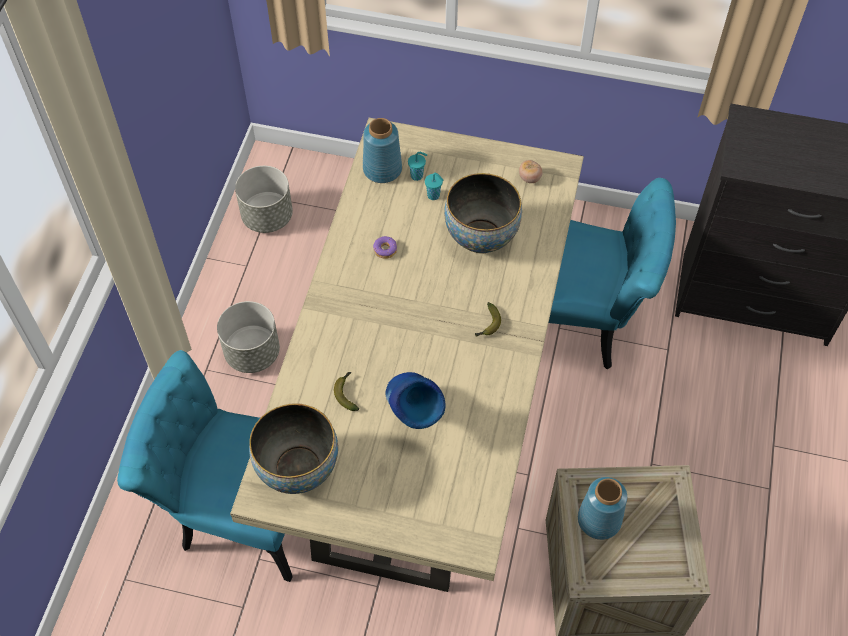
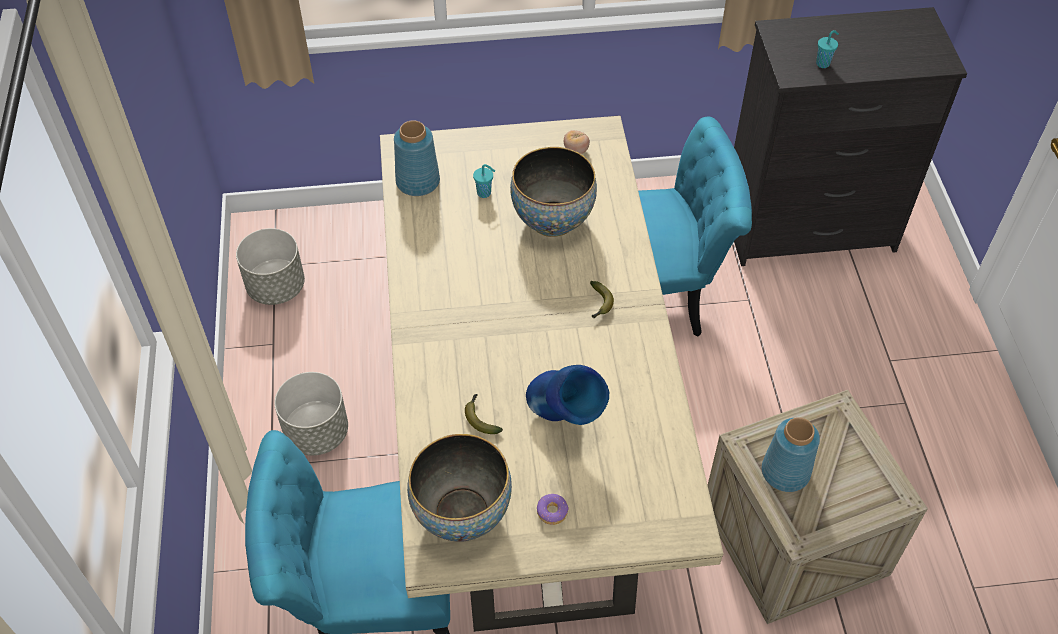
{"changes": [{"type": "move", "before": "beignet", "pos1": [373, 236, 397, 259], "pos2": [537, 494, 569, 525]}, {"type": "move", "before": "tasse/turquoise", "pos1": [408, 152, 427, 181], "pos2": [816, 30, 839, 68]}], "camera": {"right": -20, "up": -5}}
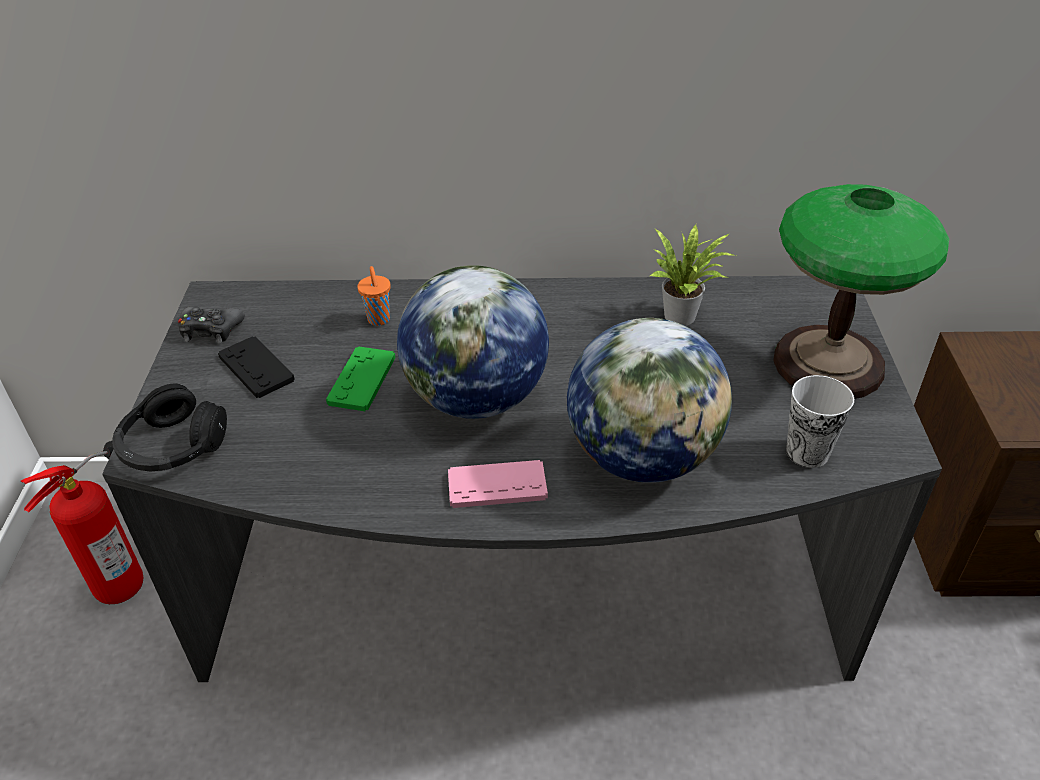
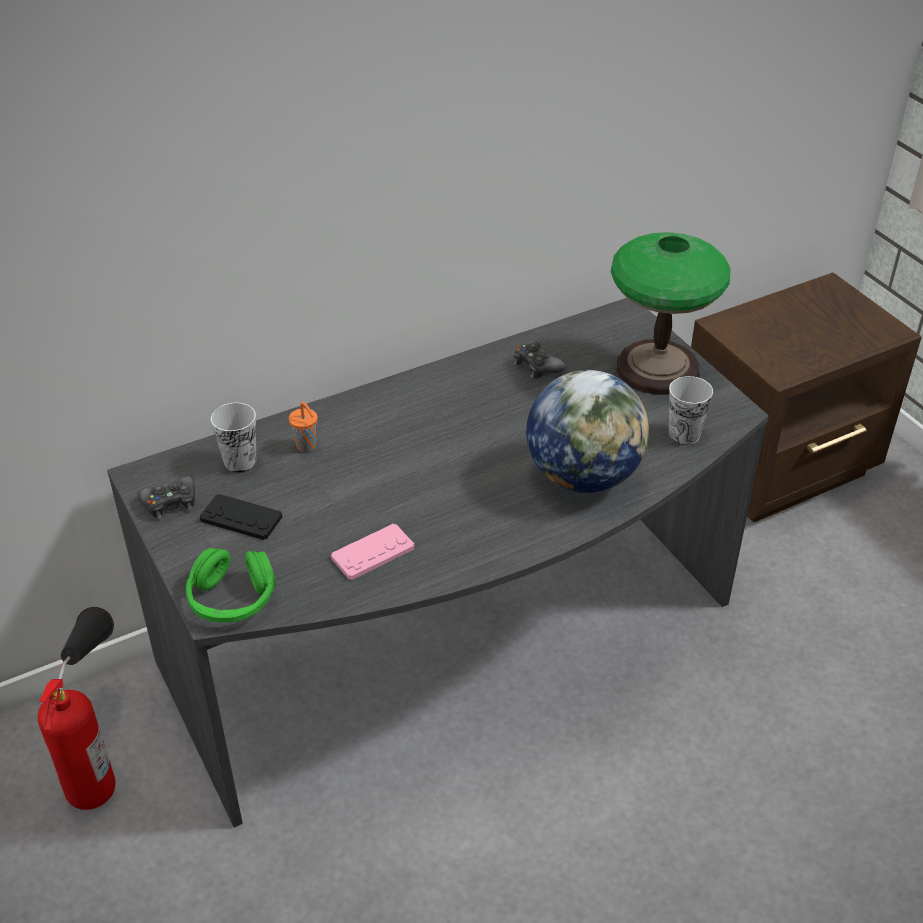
{"changes": [{"type": "recolor", "before": "casque audio/noir", "after": "casque audio/vert", "pos1": [112, 384, 227, 471], "pos2": [186, 548, 276, 623]}, {"type": "delete", "before": "manette/vert", "pos1": [326, 346, 395, 411]}, {"type": "delete", "before": "globe", "pos1": [397, 265, 549, 419]}, {"type": "move", "before": "manette/rose", "pos1": [448, 460, 548, 508], "pos2": [331, 524, 415, 580]}, {"type": "replace", "before": "plante en pot", "after": "manette/noir", "pos1": [650, 225, 736, 326], "pos2": [514, 341, 566, 379]}, {"type": "insert", "after": "tasse", "pos2": [211, 403, 256, 473]}], "camera": {"right": -30, "up": 0}}
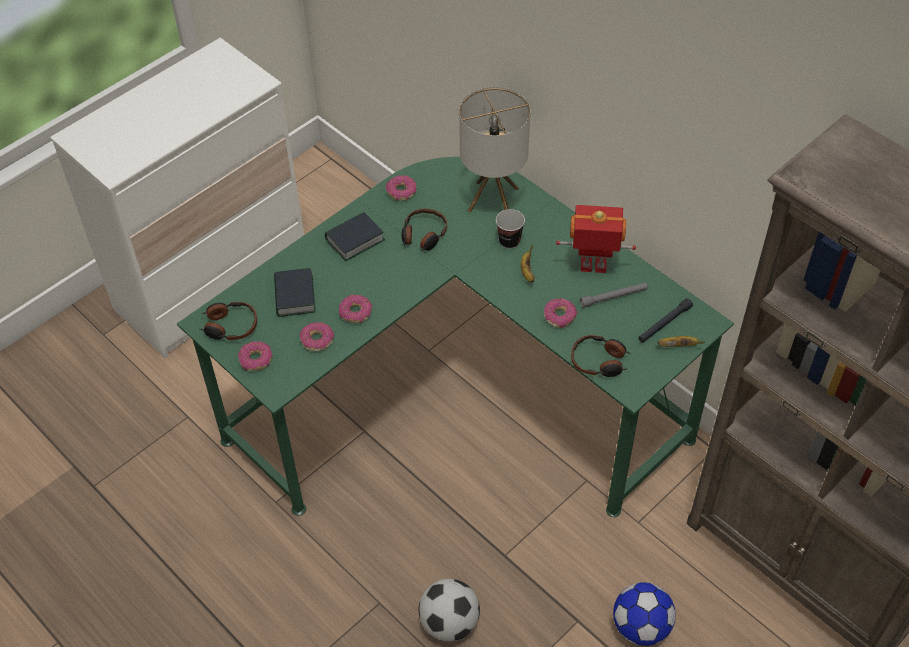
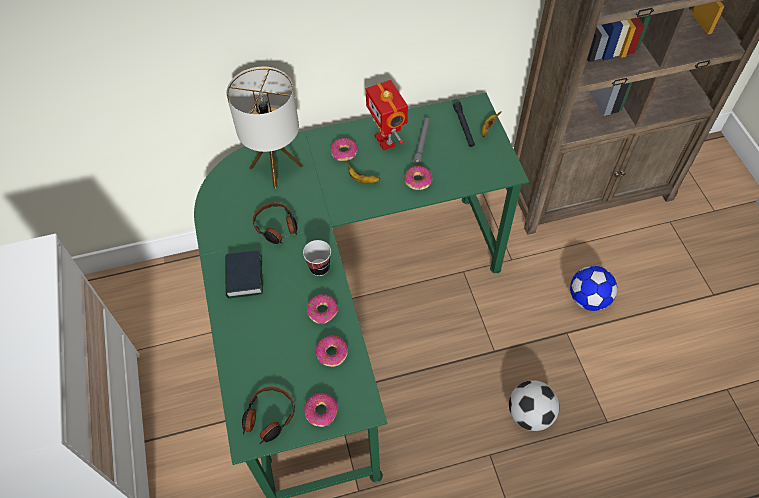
{"changes": [{"type": "delete", "before": "livre", "pos1": [274, 268, 316, 317]}, {"type": "move", "before": "beignet", "pos1": [386, 175, 416, 201], "pos2": [330, 138, 358, 161]}, {"type": "move", "before": "tasse", "pos1": [496, 209, 525, 249], "pos2": [303, 240, 331, 276]}, {"type": "rotate", "before": "robot jouet", "pos1": [556, 205, 636, 273], "pos2": [366, 80, 408, 151], "turn": -60}, {"type": "delete", "before": "casque audio", "pos1": [571, 335, 631, 377]}], "camera": {"right": -60, "up": 5}}
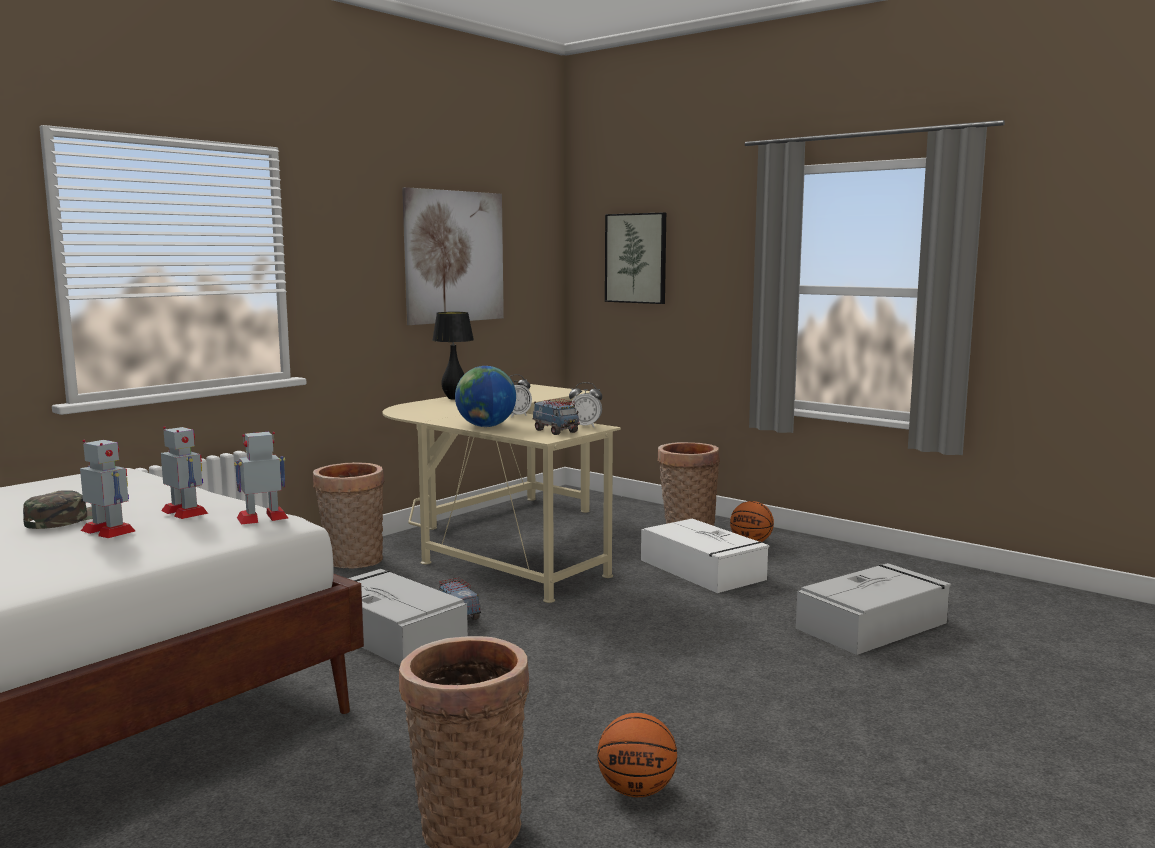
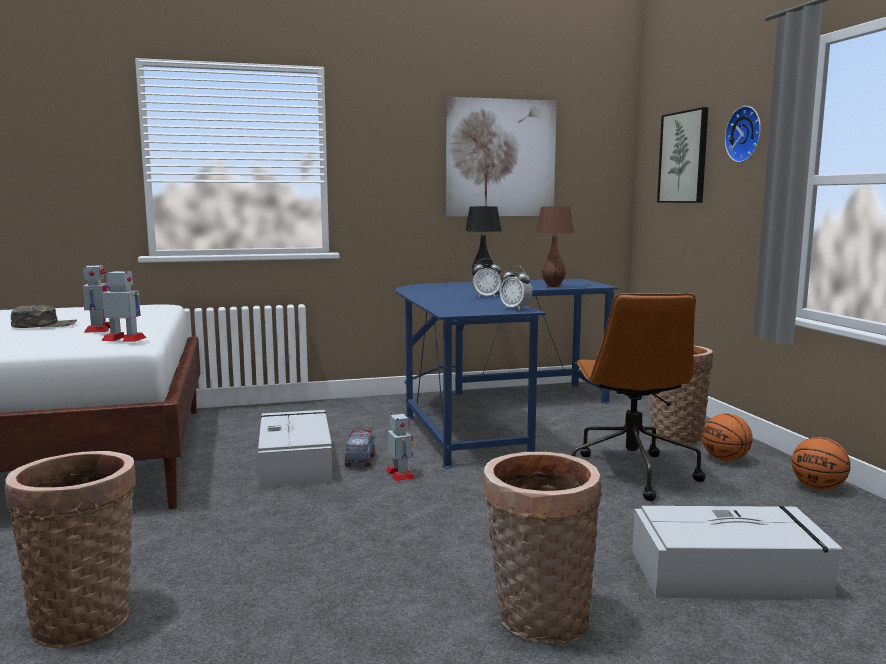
{"changes": [{"type": "move", "before": "robot jouet", "pos1": [80, 440, 135, 538], "pos2": [386, 413, 414, 481]}, {"type": "move", "before": "panier", "pos1": [313, 462, 384, 569], "pos2": [483, 452, 602, 643]}, {"type": "recolor", "before": "bureau/beige", "after": "bureau/bleu", "pos1": [382, 384, 621, 603], "pos2": [395, 279, 619, 468]}, {"type": "delete", "before": "globe", "pos1": [455, 366, 516, 427]}, {"type": "delete", "before": "camion jouet", "pos1": [533, 399, 580, 435]}, {"type": "move", "before": "ballon de basket", "pos1": [597, 713, 677, 797], "pos2": [792, 437, 851, 490]}, {"type": "replace", "before": "boîte de rangement/blanc", "after": "chaise de bureau/marron", "pos1": [641, 519, 769, 593], "pos2": [572, 293, 706, 501]}, {"type": "insert", "after": "lampe de table/marron", "pos2": [536, 207, 574, 287]}, {"type": "insert", "after": "horloge murale", "pos2": [725, 106, 761, 162]}], "camera": {"right": 35, "up": 0}}
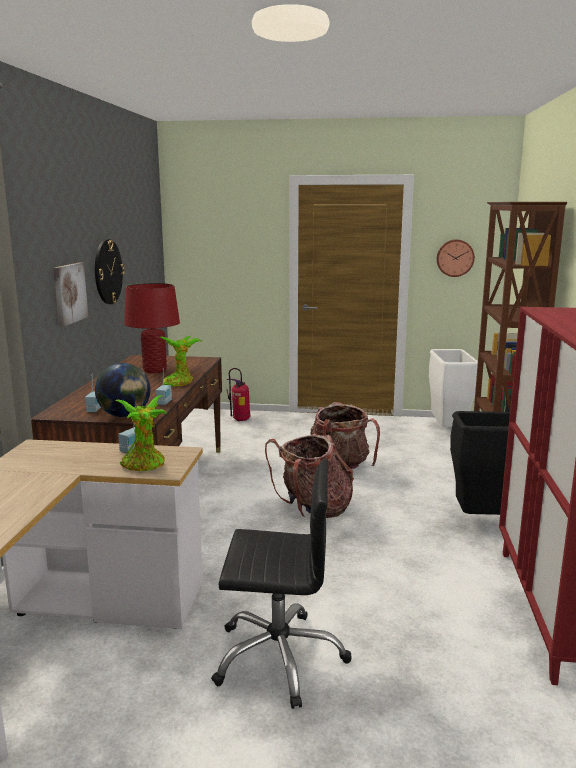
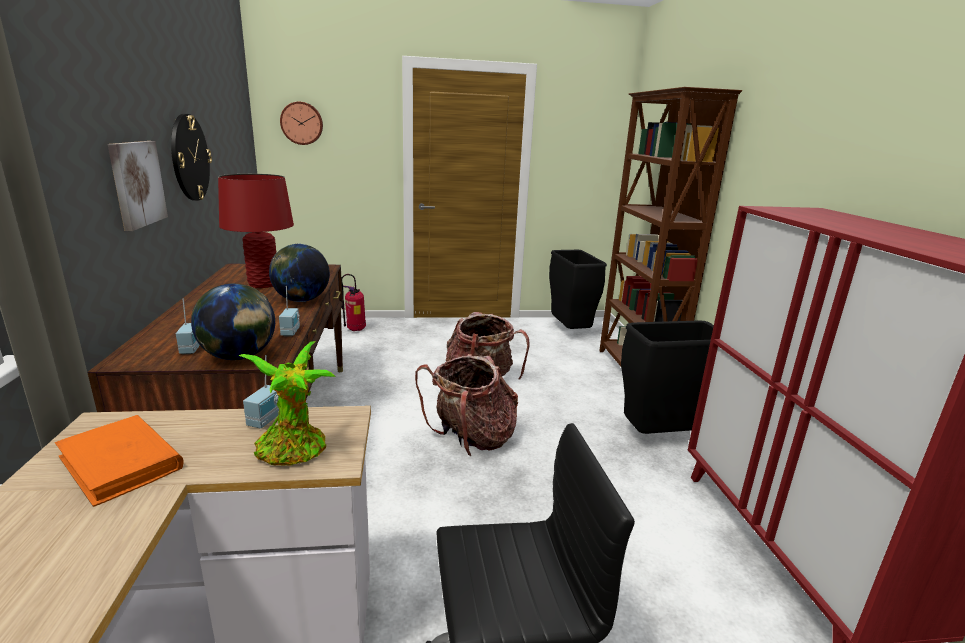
{"changes": [{"type": "replace", "before": "plante en pot", "after": "globe", "pos1": [160, 336, 202, 386], "pos2": [269, 243, 330, 302]}, {"type": "recolor", "before": "poubelle/blanc", "after": "poubelle/noir", "pos1": [429, 349, 478, 427], "pos2": [549, 250, 607, 329]}, {"type": "move", "before": "horloge murale", "pos1": [437, 239, 475, 277], "pos2": [280, 102, 323, 145]}, {"type": "insert", "after": "livre/orange", "pos2": [55, 415, 183, 507]}], "camera": {"right": -15, "up": 5}}
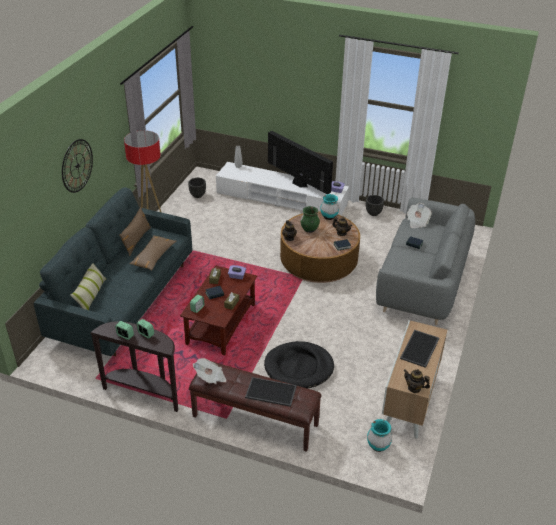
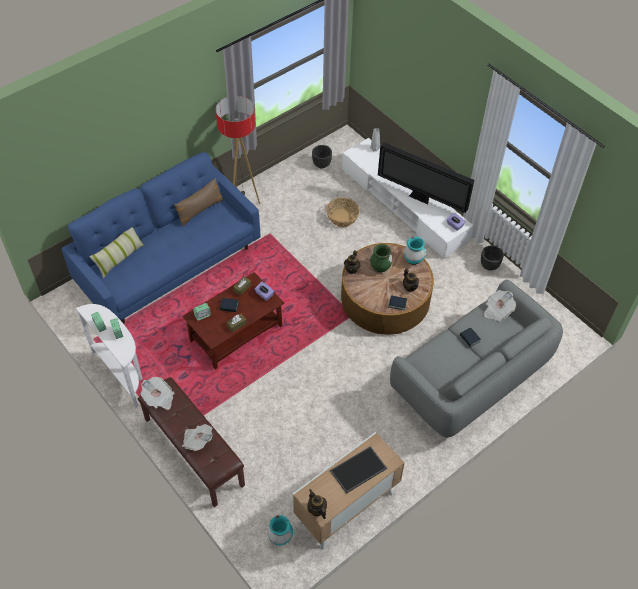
{"changes": [{"type": "recolor", "before": "canapé/gris", "after": "canapé/bleu", "pos1": [33, 187, 192, 356], "pos2": [61, 152, 261, 323]}, {"type": "delete", "before": "horloge murale", "pos1": [62, 139, 93, 193]}, {"type": "recolor", "before": "table console/marron", "after": "table console/blanc", "pos1": [90, 321, 178, 412], "pos2": [76, 304, 142, 408]}, {"type": "delete", "before": "coussin/marron", "pos1": [129, 235, 176, 271]}, {"type": "replace", "before": "plateau", "after": "journal", "pos1": [245, 377, 297, 407], "pos2": [182, 424, 212, 451]}, {"type": "delete", "before": "panier pour chien/noir", "pos1": [264, 341, 334, 389]}, {"type": "rotate", "before": "téléviseur", "pos1": [268, 131, 333, 194], "pos2": [378, 142, 474, 213], "turn": 135}, {"type": "insert", "after": "panier", "pos2": [326, 198, 360, 227]}], "camera": {"right": 30, "up": 15}}
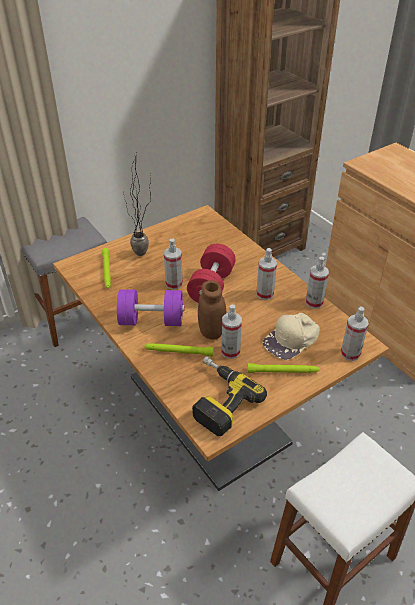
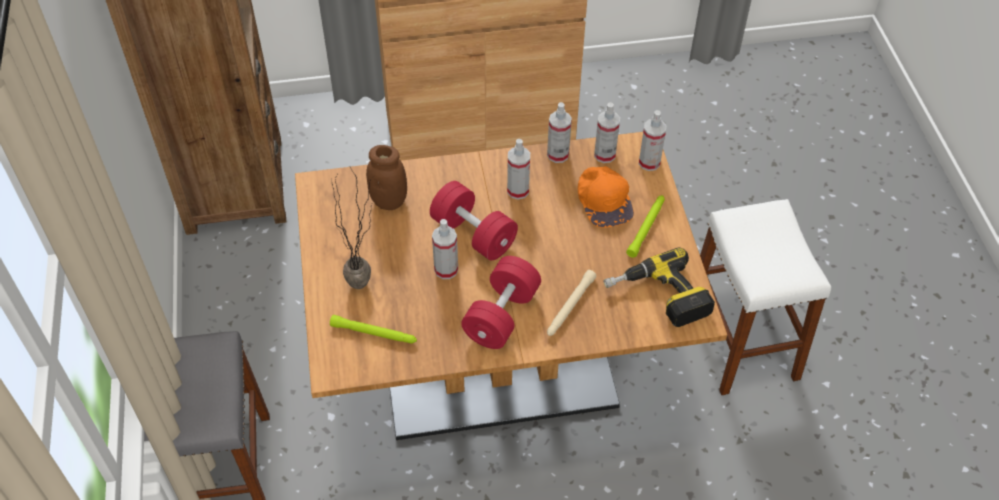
{"changes": [{"type": "recolor", "before": "haltère/violet", "after": "haltère/rouge", "pos1": [117, 289, 185, 326], "pos2": [461, 256, 541, 349]}, {"type": "recolor", "before": "lampe de poche/vert", "after": "lampe de poche/beige", "pos1": [144, 343, 214, 356], "pos2": [547, 270, 596, 336]}, {"type": "move", "before": "bocal/marron", "pos1": [198, 280, 227, 339], "pos2": [366, 145, 407, 210]}, {"type": "move", "before": "vaporisateur", "pos1": [221, 305, 242, 359], "pos2": [594, 102, 620, 163]}, {"type": "recolor", "before": "casquette/beige", "after": "casquette/orange", "pos1": [263, 313, 320, 360], "pos2": [578, 166, 634, 228]}], "camera": {"right": -65, "up": 10}}
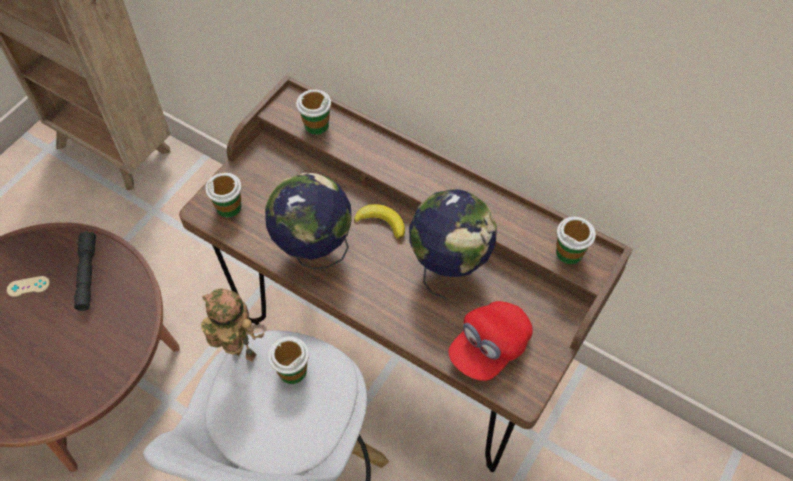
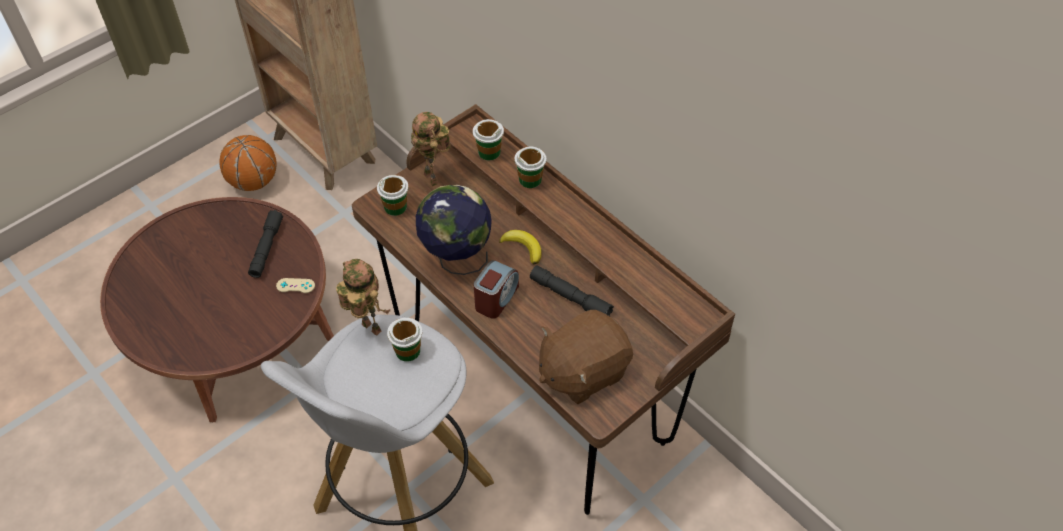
{"changes": [{"type": "move", "before": "manette/beige", "pos1": [7, 276, 50, 297], "pos2": [276, 278, 315, 293]}, {"type": "replace", "before": "globe", "after": "lampe de poche/noir", "pos1": [409, 189, 497, 299], "pos2": [530, 265, 614, 316]}, {"type": "replace", "before": "casquette/rouge", "after": "peluche/marron", "pos1": [449, 301, 533, 381], "pos2": [539, 310, 633, 404]}, {"type": "move", "before": "tasse", "pos1": [556, 217, 596, 264], "pos2": [515, 146, 546, 188]}, {"type": "insert", "after": "ballon de basket", "pos2": [219, 135, 276, 191]}, {"type": "insert", "after": "robot jouet", "pos2": [410, 112, 450, 186]}, {"type": "insert", "after": "réveil", "pos2": [473, 260, 519, 319]}], "camera": {"right": 15, "up": -5}}
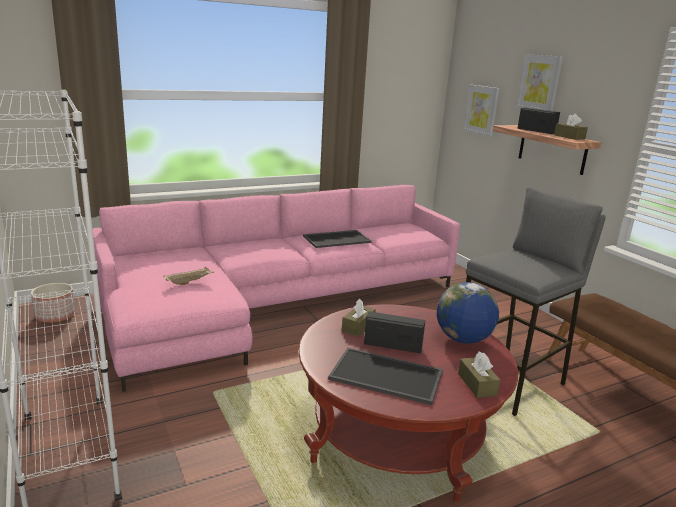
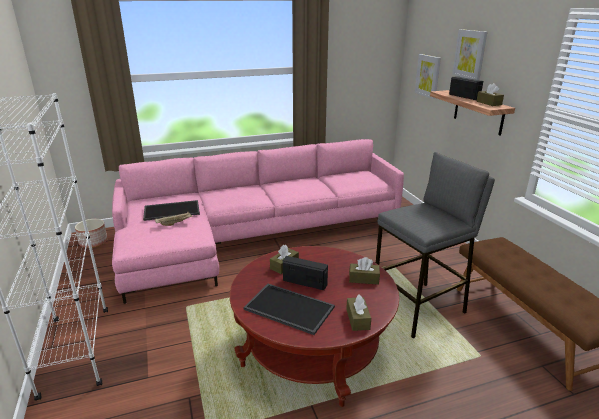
{"changes": [{"type": "move", "before": "plateau", "pos1": [303, 230, 372, 248], "pos2": [143, 200, 200, 221]}, {"type": "replace", "before": "globe", "after": "boîte à mouchoirs/marron", "pos1": [437, 282, 499, 344], "pos2": [349, 257, 380, 285]}], "camera": {"right": 10, "up": 5}}
